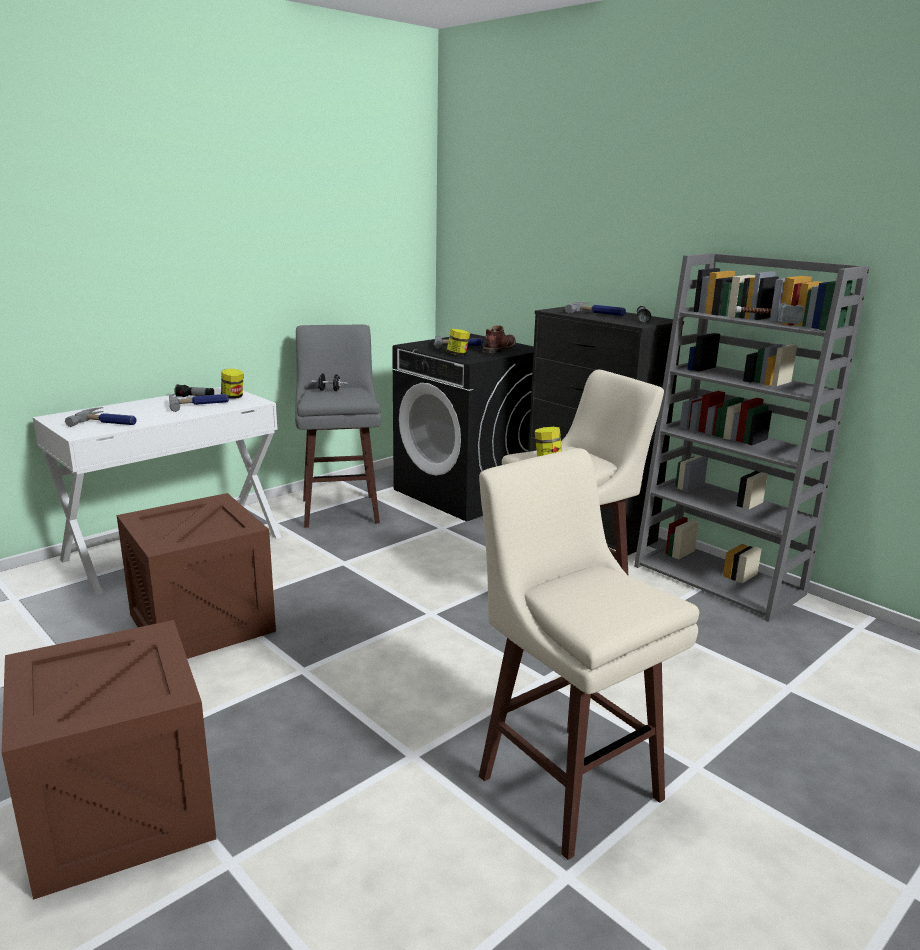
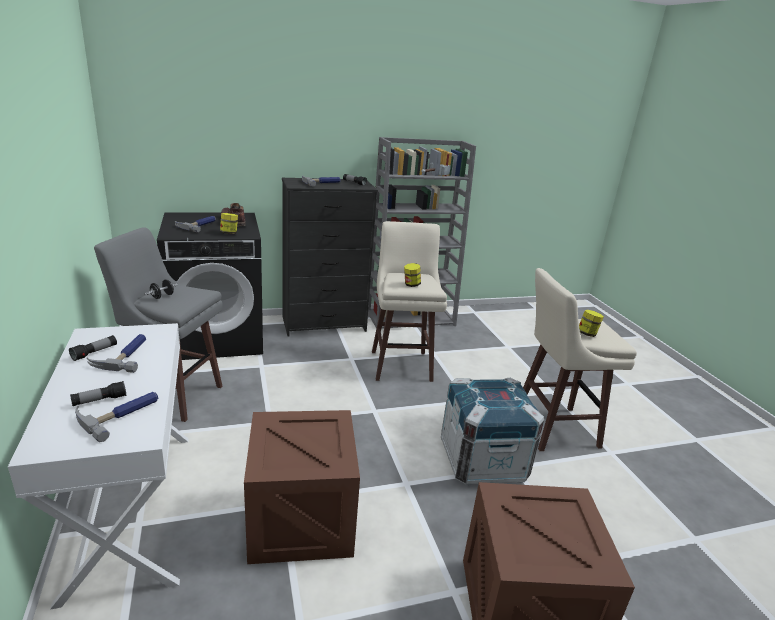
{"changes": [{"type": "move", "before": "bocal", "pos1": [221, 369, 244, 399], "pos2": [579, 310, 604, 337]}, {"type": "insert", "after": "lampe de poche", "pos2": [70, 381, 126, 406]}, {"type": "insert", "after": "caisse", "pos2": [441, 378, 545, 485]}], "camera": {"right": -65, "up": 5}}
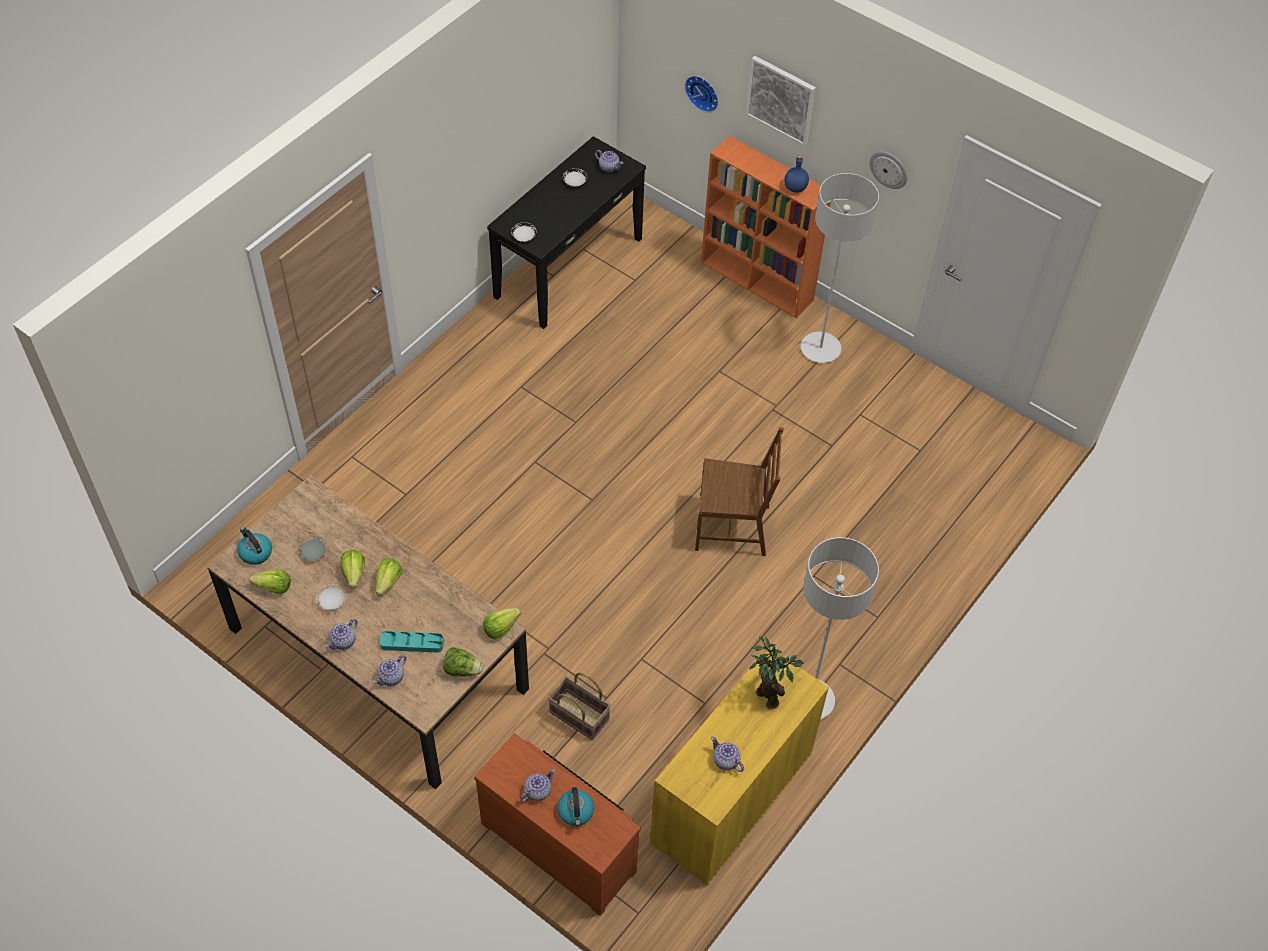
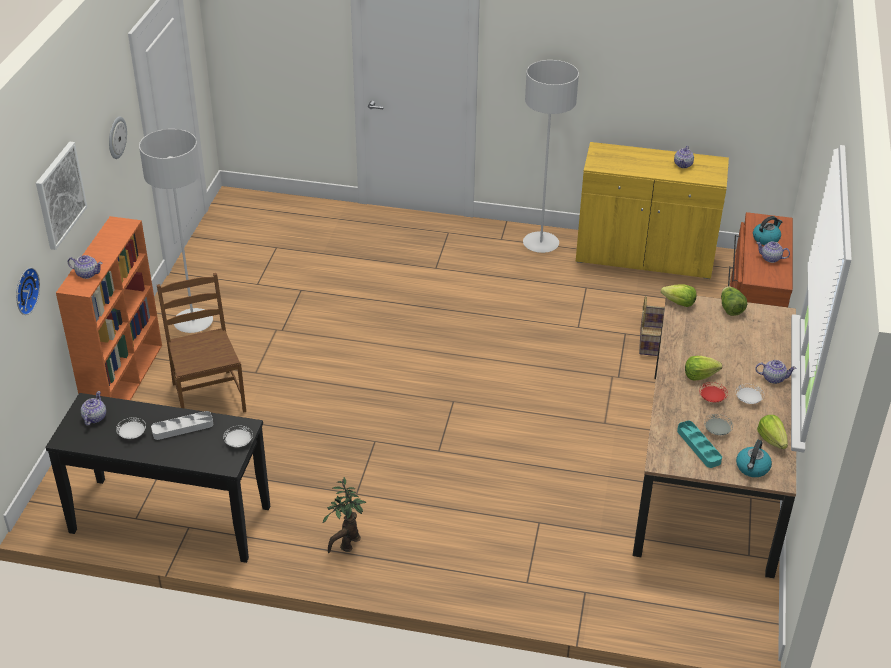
{"changes": [{"type": "replace", "before": "laitue", "after": "assiette/rouge", "pos1": [341, 550, 365, 589], "pos2": [699, 382, 728, 402]}, {"type": "move", "before": "théière", "pos1": [374, 655, 407, 686], "pos2": [68, 255, 103, 279]}, {"type": "move", "before": "plateau/turquoise", "pos1": [380, 631, 444, 653], "pos2": [677, 421, 722, 468]}, {"type": "move", "before": "chaise/marron", "pos1": [695, 427, 784, 556], "pos2": [157, 273, 246, 413]}, {"type": "move", "before": "plante en pot", "pos1": [749, 637, 804, 709], "pos2": [323, 477, 367, 553]}, {"type": "delete", "before": "bouteille/bleu", "pos1": [784, 155, 809, 193]}, {"type": "insert", "after": "plateau/gris", "pos2": [151, 411, 213, 440]}], "camera": {"right": -115, "up": -15}}
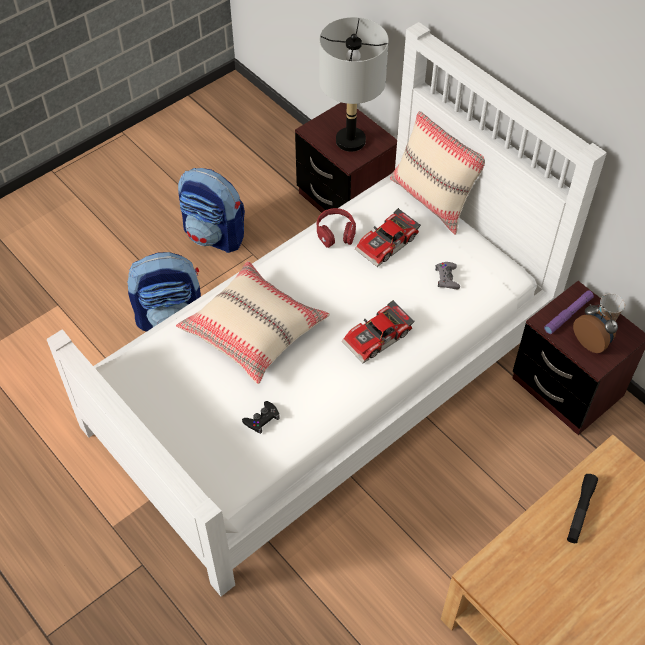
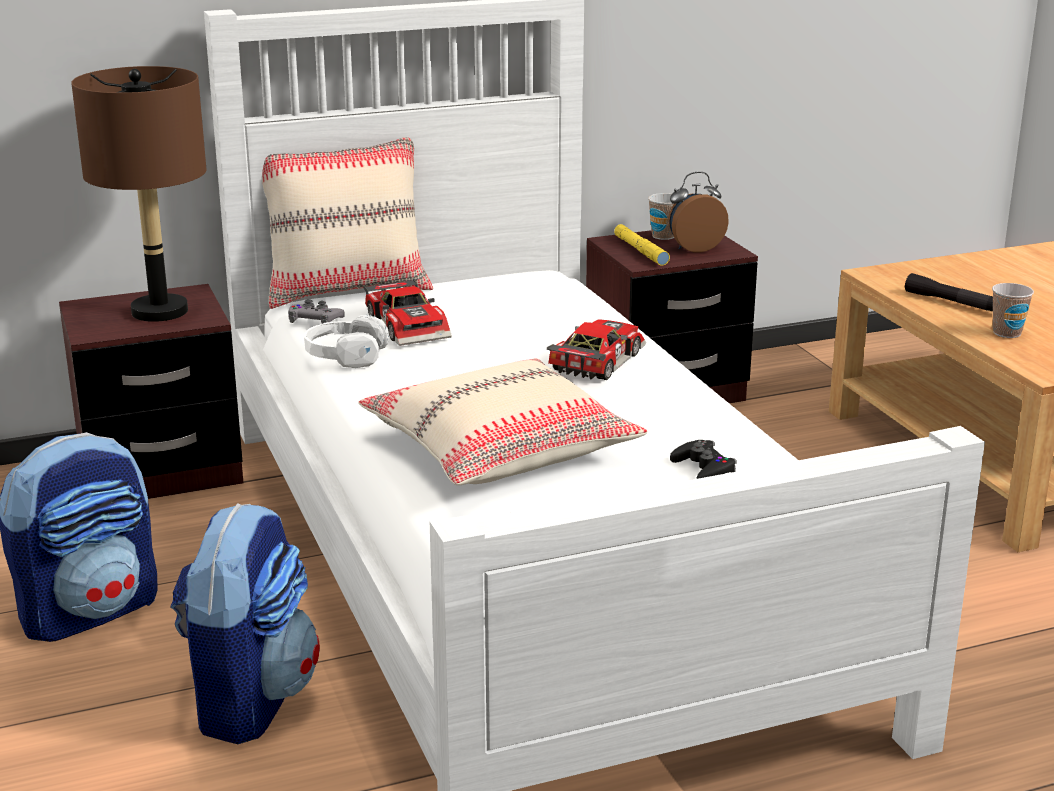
{"changes": [{"type": "recolor", "before": "casque audio/rouge", "after": "casque audio/blanc", "pos1": [317, 208, 356, 248], "pos2": [304, 315, 389, 368]}, {"type": "recolor", "before": "lampe de table/gris", "after": "lampe de table/marron", "pos1": [319, 17, 389, 152], "pos2": [71, 66, 207, 322]}, {"type": "rotate", "before": "petite voiture", "pos1": [342, 300, 415, 363], "pos2": [547, 319, 646, 380], "turn": -135}, {"type": "move", "before": "manette/gris", "pos1": [435, 262, 460, 289], "pos2": [288, 299, 345, 324]}, {"type": "recolor", "before": "lampe de poche/violet", "after": "lampe de poche/jaune", "pos1": [544, 290, 594, 334], "pos2": [614, 224, 670, 265]}, {"type": "insert", "after": "tasse", "pos2": [992, 283, 1034, 338]}], "camera": {"right": -70, "up": -30}}
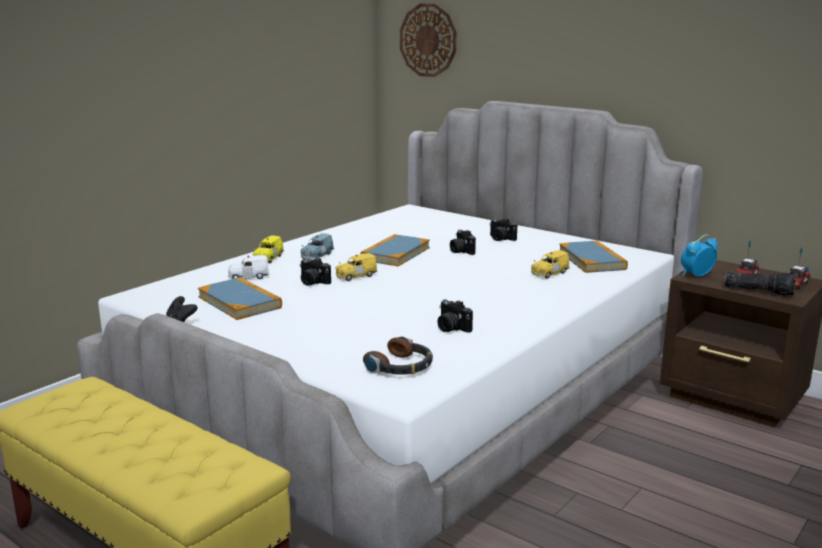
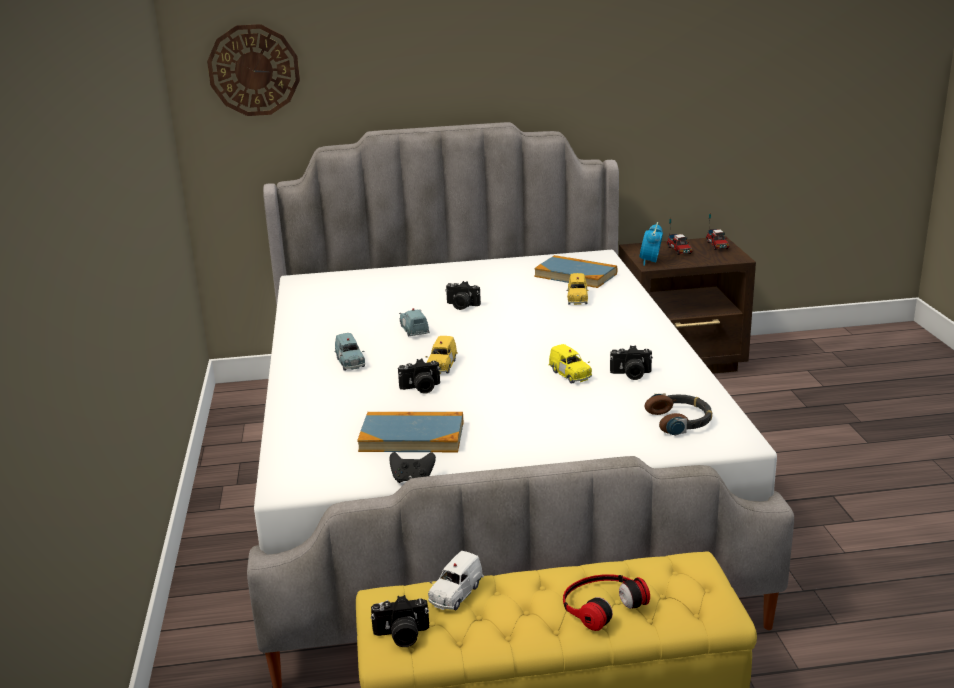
{"changes": [{"type": "move", "before": "petite voiture/blanc", "pos1": [228, 255, 269, 279], "pos2": [428, 551, 484, 610]}, {"type": "move", "before": "petite voiture/jaune", "pos1": [253, 236, 284, 263], "pos2": [548, 344, 592, 384]}, {"type": "replace", "before": "livre", "after": "petite voiture/bleu", "pos1": [361, 234, 430, 266], "pos2": [399, 308, 430, 336]}, {"type": "move", "before": "appareil photo", "pos1": [490, 218, 517, 241], "pos2": [371, 595, 429, 647]}, {"type": "delete", "before": "lampe de poche", "pos1": [725, 272, 796, 296]}, {"type": "insert", "after": "casque audio", "pos2": [563, 574, 650, 631]}], "camera": {"right": -45, "up": 5}}
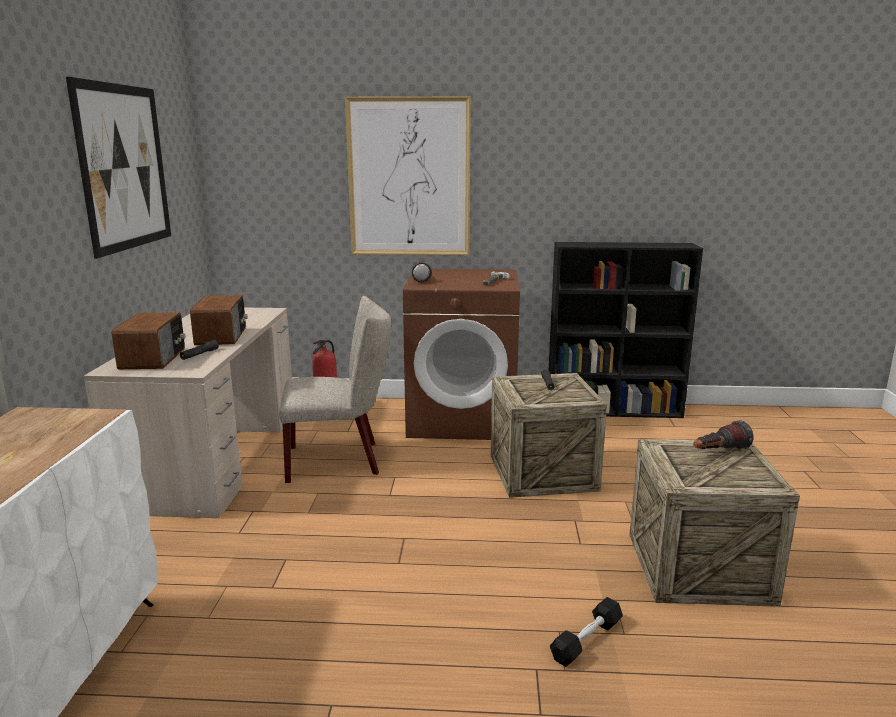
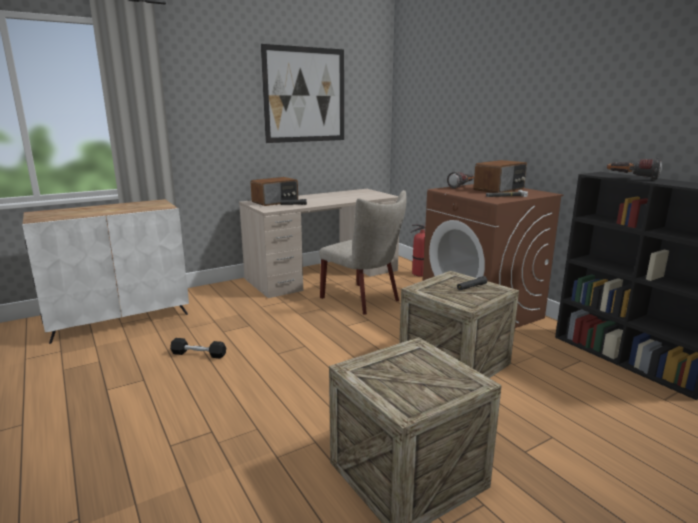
{"changes": [{"type": "move", "before": "radio", "pos1": [190, 295, 247, 345], "pos2": [473, 160, 527, 193]}, {"type": "delete", "before": "tableau", "pos1": [345, 96, 471, 255]}, {"type": "move", "before": "haltère/noir", "pos1": [550, 597, 623, 667], "pos2": [170, 338, 226, 358]}, {"type": "move", "before": "lampe de poche", "pos1": [693, 420, 753, 449], "pos2": [607, 158, 662, 180]}], "camera": {"right": 55, "up": 0}}
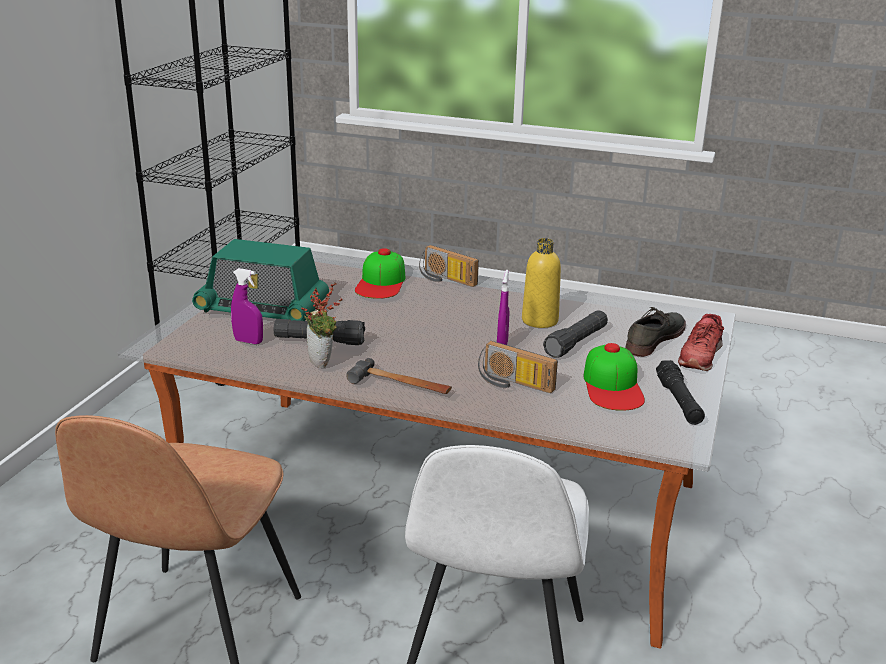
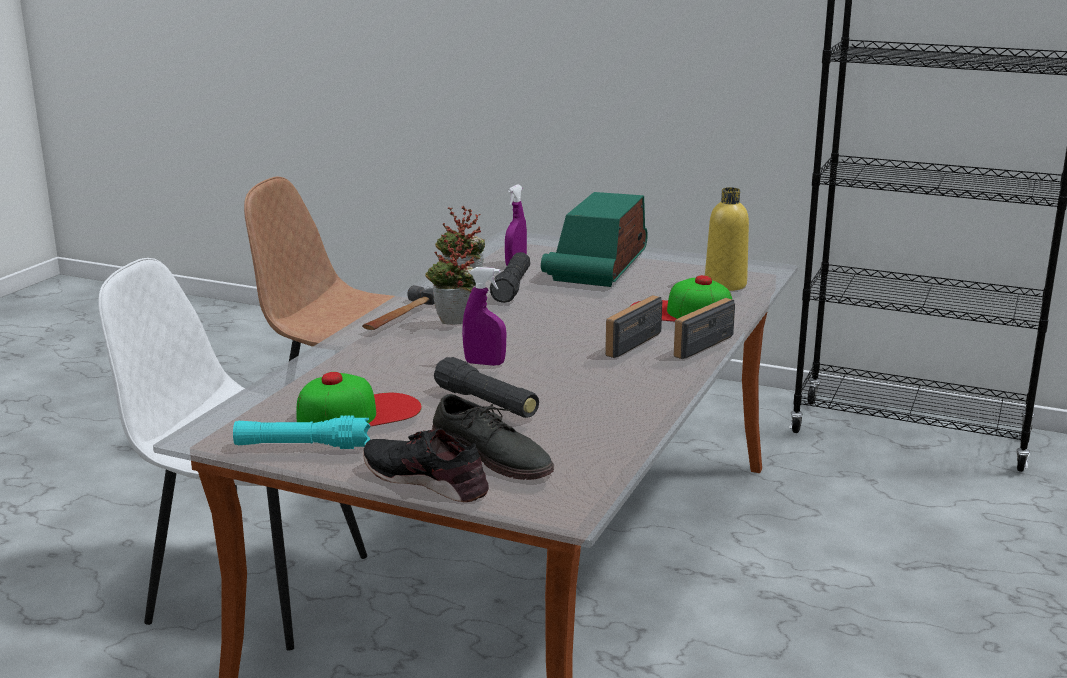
{"changes": [{"type": "move", "before": "radio", "pos1": [478, 341, 558, 393], "pos2": [605, 295, 662, 358]}, {"type": "move", "before": "bouteille/jaune", "pos1": [522, 238, 561, 328], "pos2": [705, 187, 749, 291]}, {"type": "rotate", "before": "casquette", "pos1": [584, 343, 645, 411], "pos2": [297, 372, 422, 427], "turn": 150}, {"type": "recolor", "before": "lampe de poche/noir", "after": "lampe de poche/turquoise", "pos1": [656, 360, 705, 425], "pos2": [233, 416, 370, 449]}, {"type": "recolor", "before": "chaussure/rouge", "after": "chaussure/noir", "pos1": [678, 314, 724, 371], "pos2": [363, 428, 489, 502]}, {"type": "insert", "after": "plante en pot", "pos2": [425, 234, 476, 325]}], "camera": {"right": 95, "up": -5}}
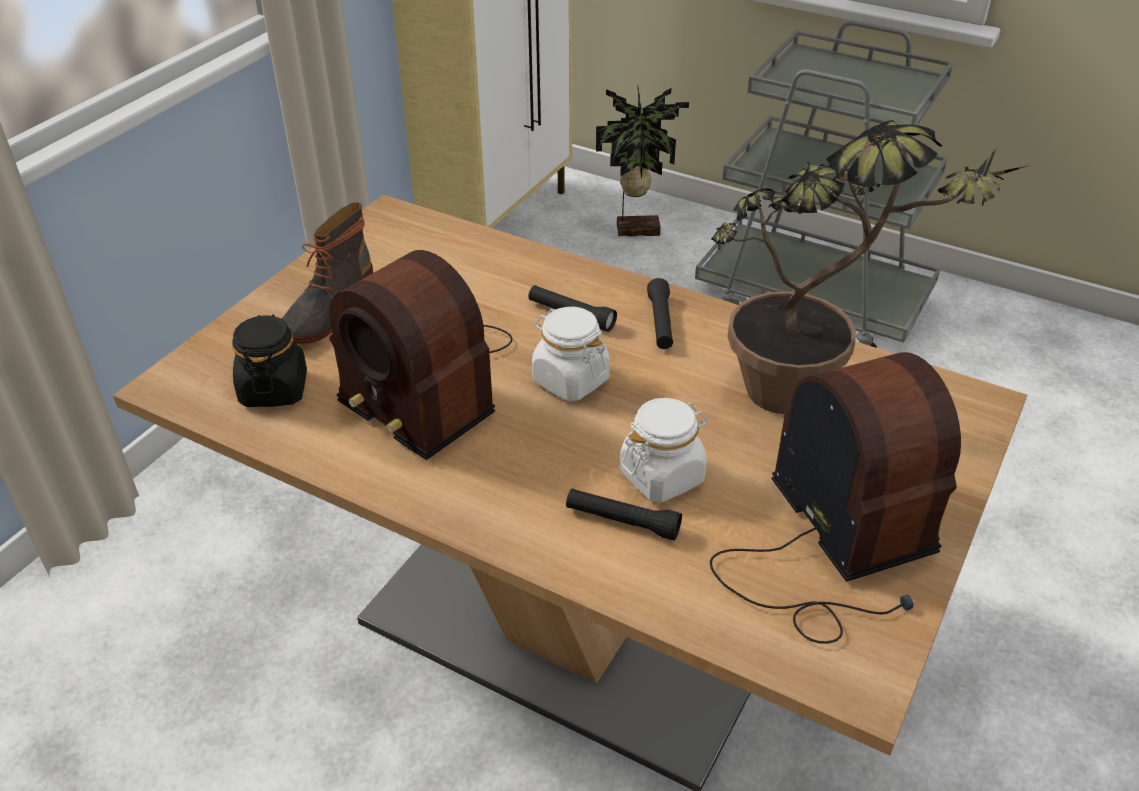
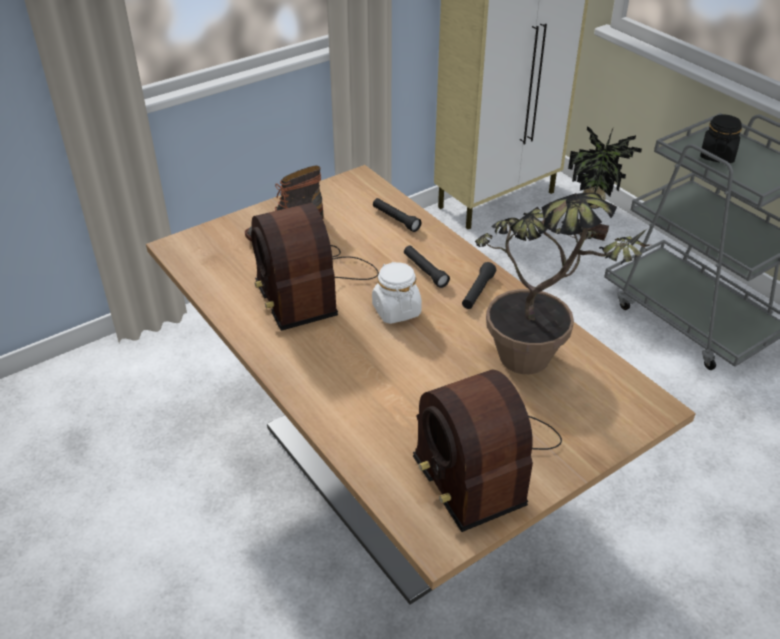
{"changes": [{"type": "move", "before": "bocal/noir", "pos1": [232, 314, 307, 407], "pos2": [700, 114, 742, 163]}, {"type": "move", "before": "lampe de poche/noir", "pos1": [566, 488, 682, 541], "pos2": [373, 198, 421, 232]}, {"type": "delete", "before": "bocal/blanc", "pos1": [620, 398, 707, 503]}, {"type": "rotate", "before": "radio", "pos1": [710, 352, 961, 644], "pos2": [413, 370, 562, 532], "turn": 150}], "camera": {"right": 25, "up": 0}}
